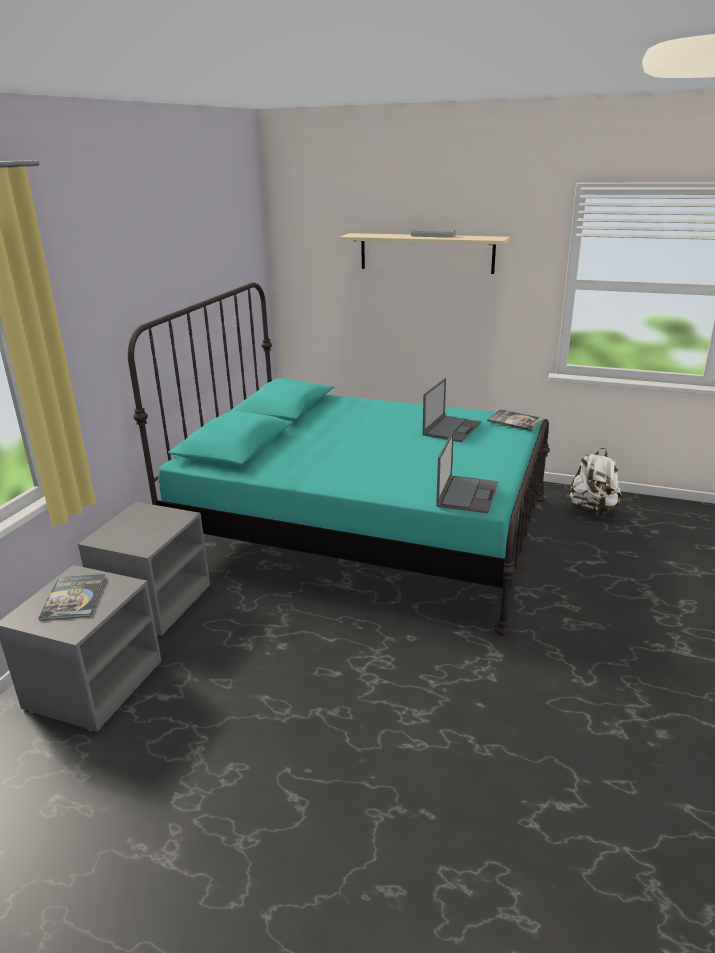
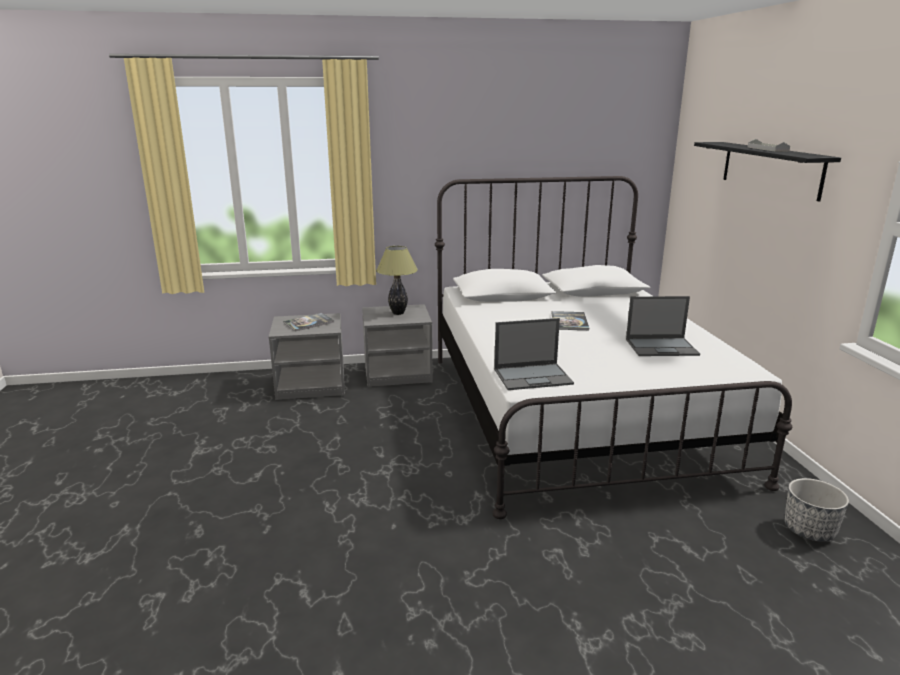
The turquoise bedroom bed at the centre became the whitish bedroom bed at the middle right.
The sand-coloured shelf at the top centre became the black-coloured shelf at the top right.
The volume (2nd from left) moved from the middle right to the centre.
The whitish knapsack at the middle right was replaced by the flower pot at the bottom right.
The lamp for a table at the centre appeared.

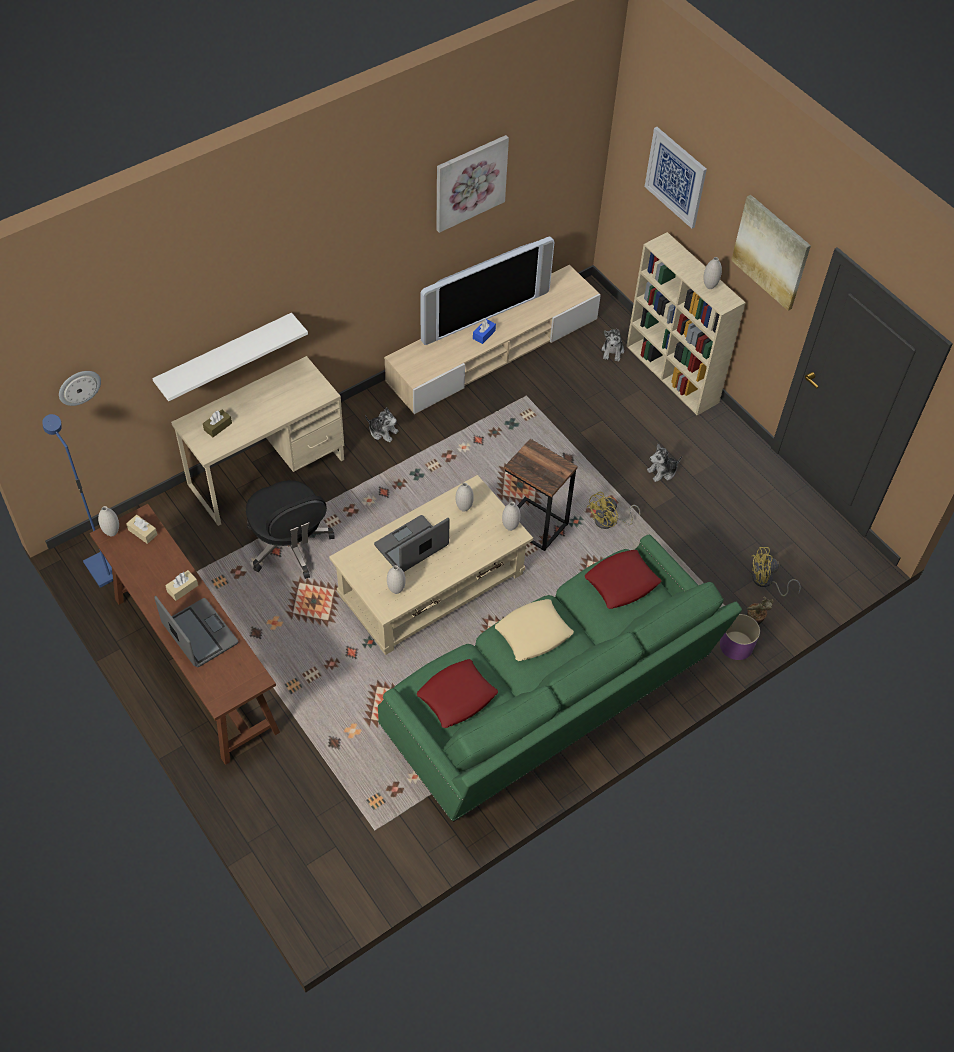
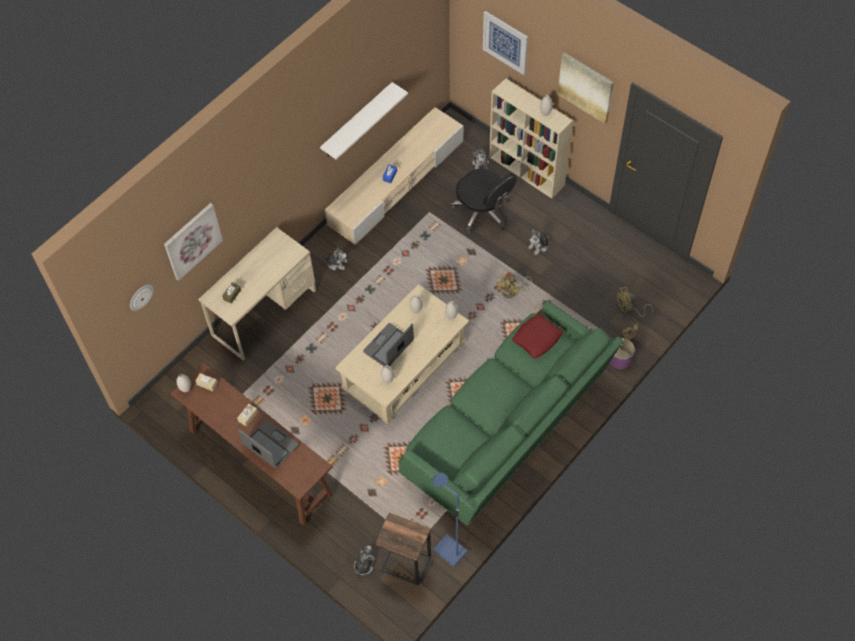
The blue-coloured standing lamp moved from the middle left to the bottom centre.
The whitish shelf moved from the middle left to the top centre.
The black-coloured office chair moved from the middle left to the top centre.
The red throw pillow (1st from left) at the centre disappeared.
The TV at the top centre disappeared.
The wall art (1st from left) moved from the top centre to the middle left.
The sand-coloured throw pillow at the centre disappeared.
The end table moved from the centre to the bottom centre.
The soft toy (2nd from left) at the bottom centre appeared.

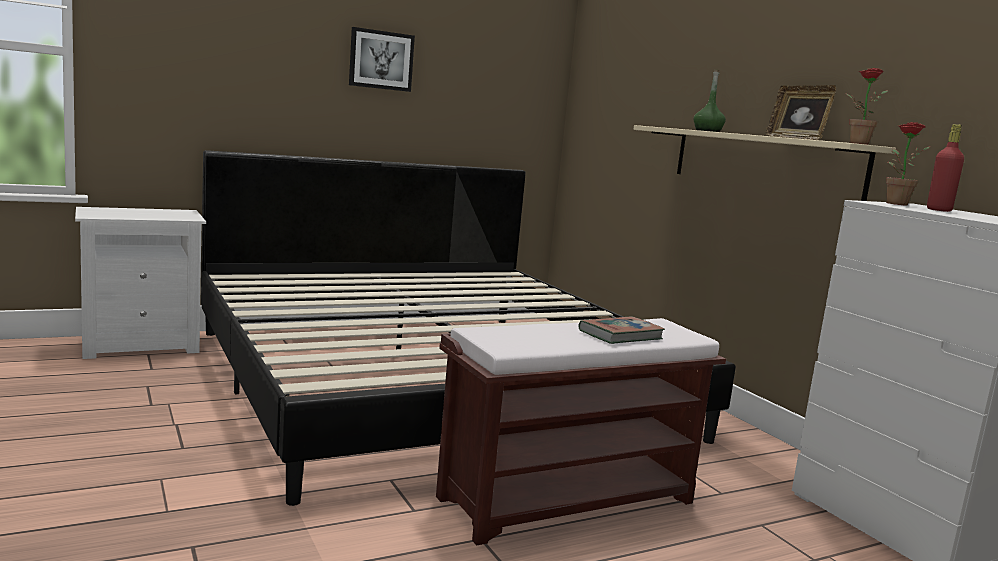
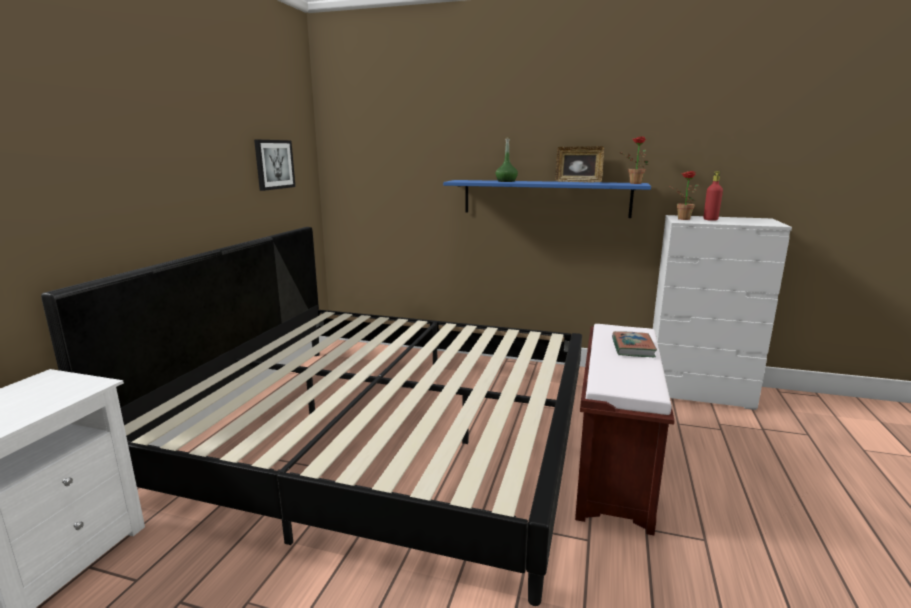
The wall art moved from the top centre to the top left.
The sand-coloured shelf at the top right became the blue-coloured shelf at the top centre.

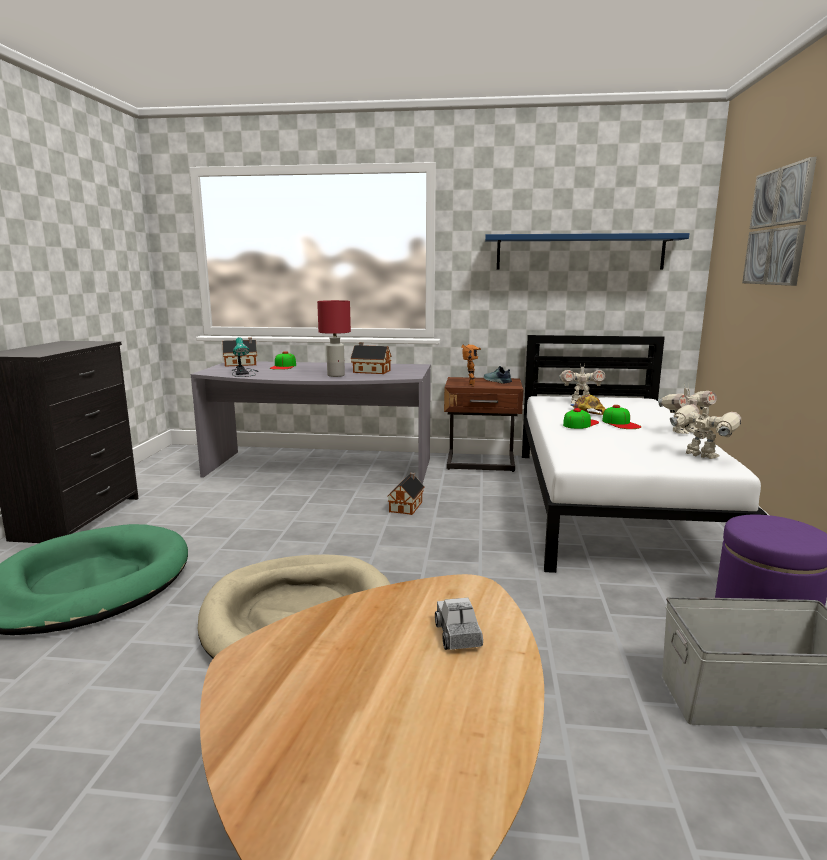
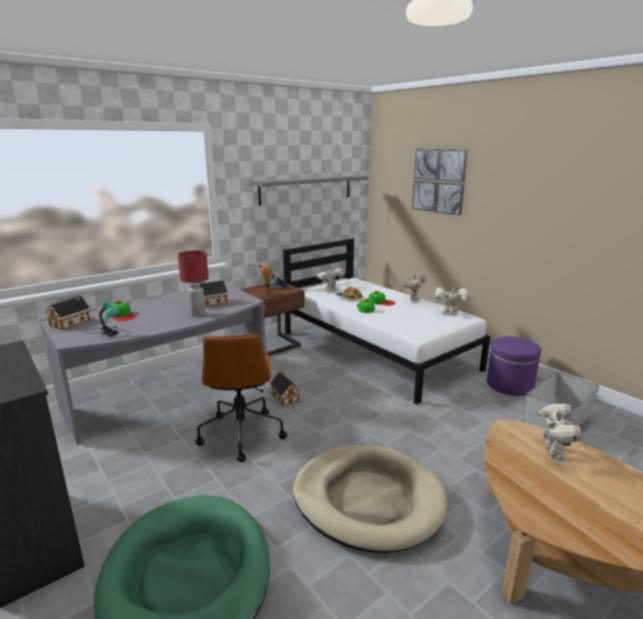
The toy lorry at the bottom centre was replaced by the toy robot (5th from left) at the bottom right.
The blue-coloured shelf at the top right became the grey shelf at the top centre.
The brownish office chair at the centre appeared.

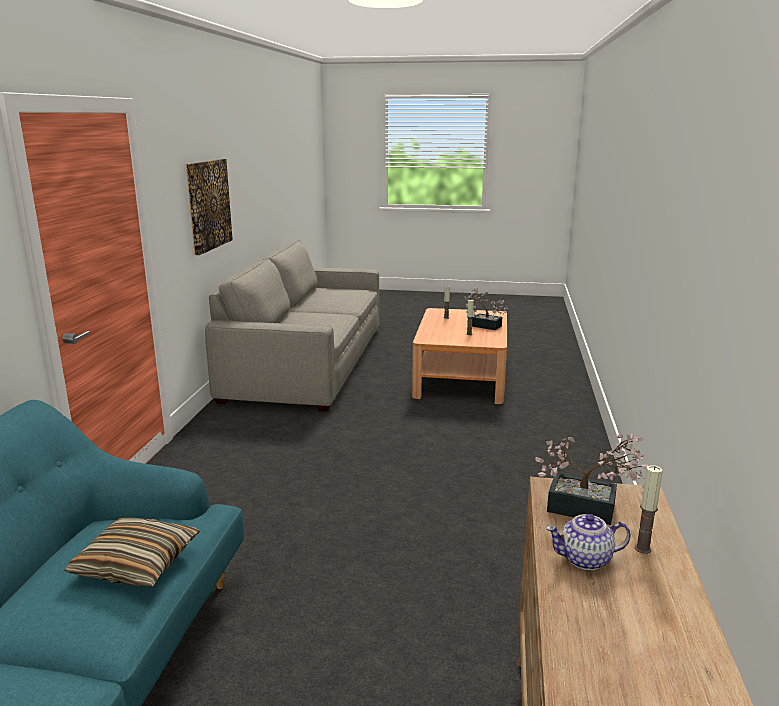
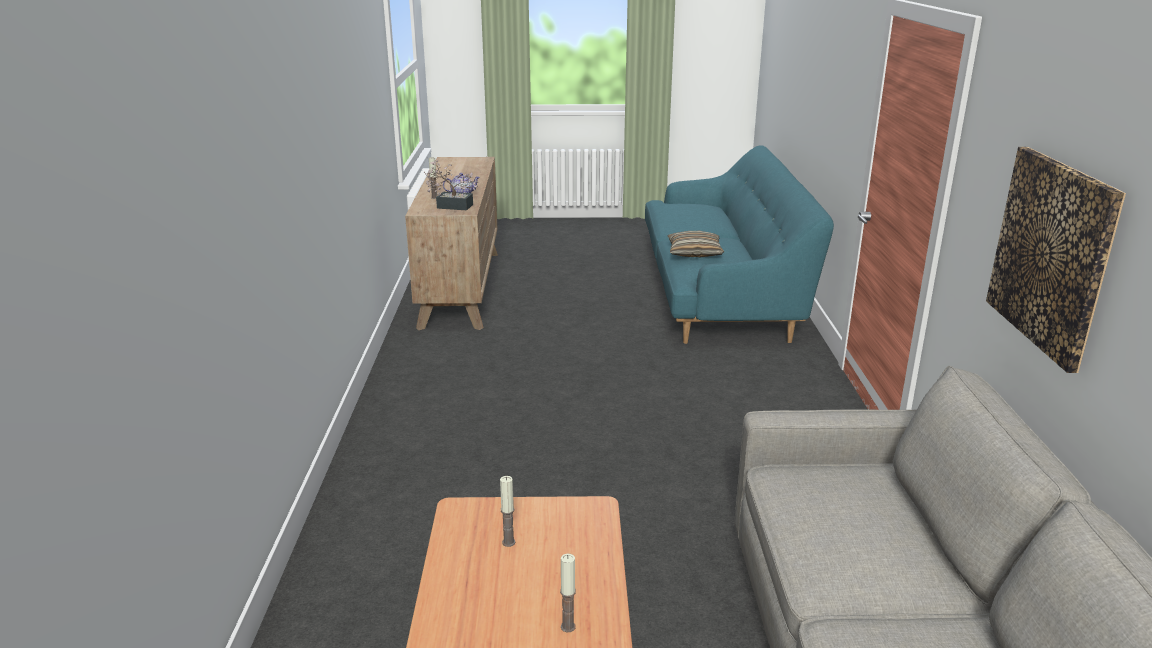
The houseplant (1st from left) at the centre disappeared.

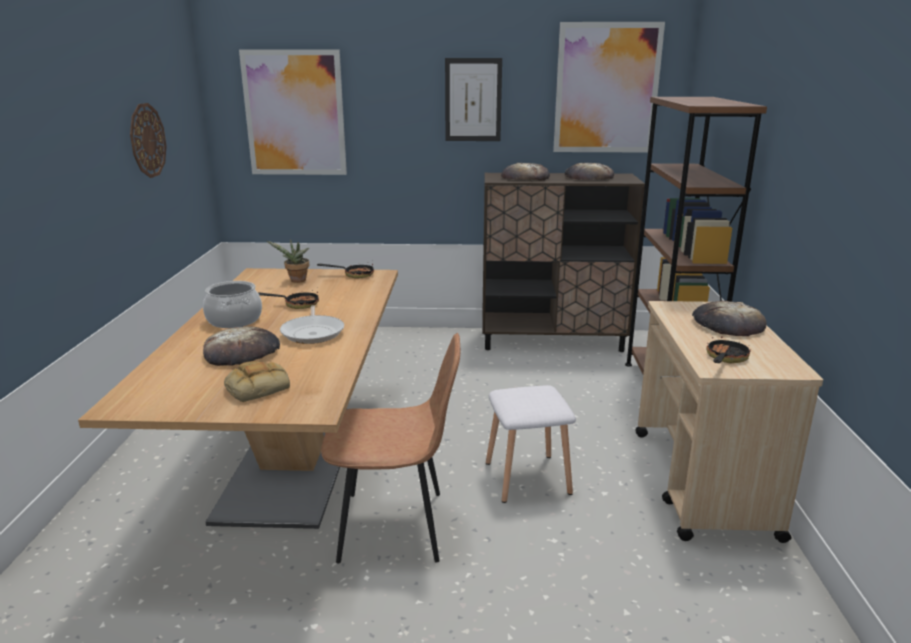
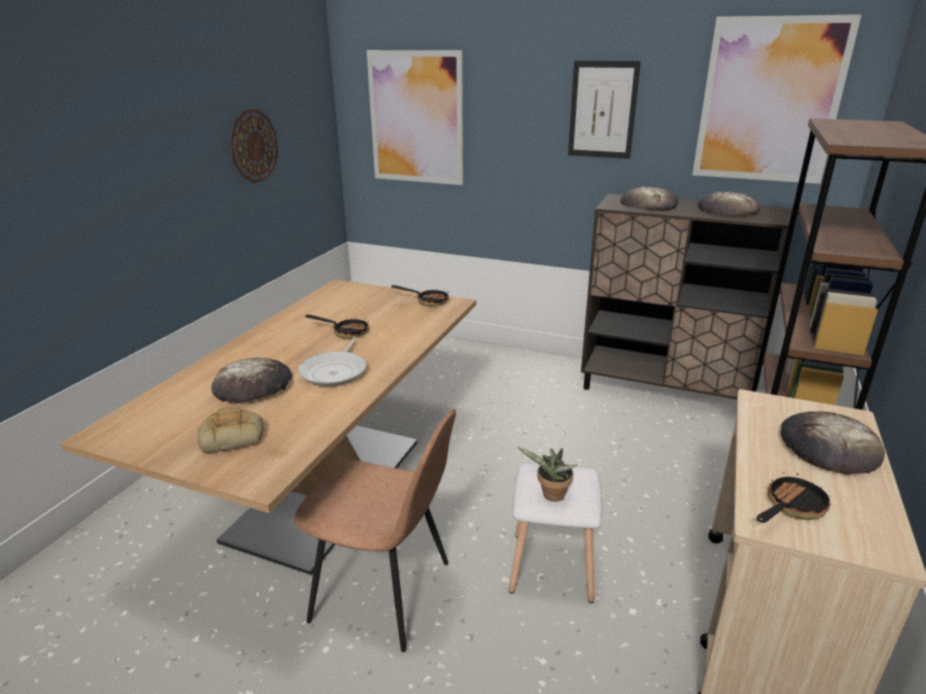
The cooking pot at the middle left disappeared.
The houseplant moved from the middle left to the bottom centre.

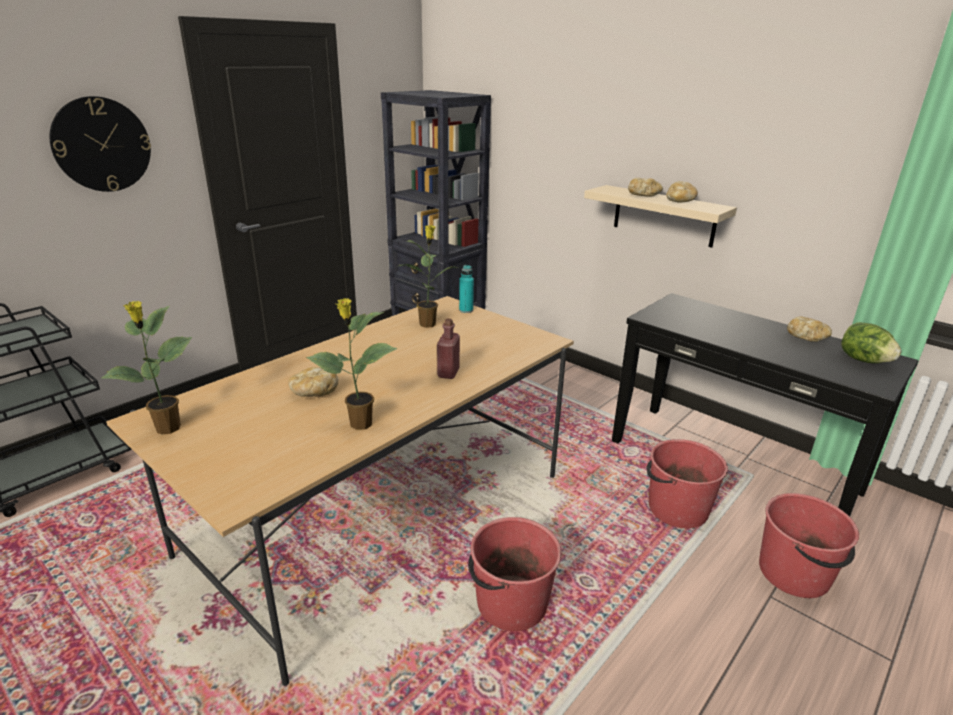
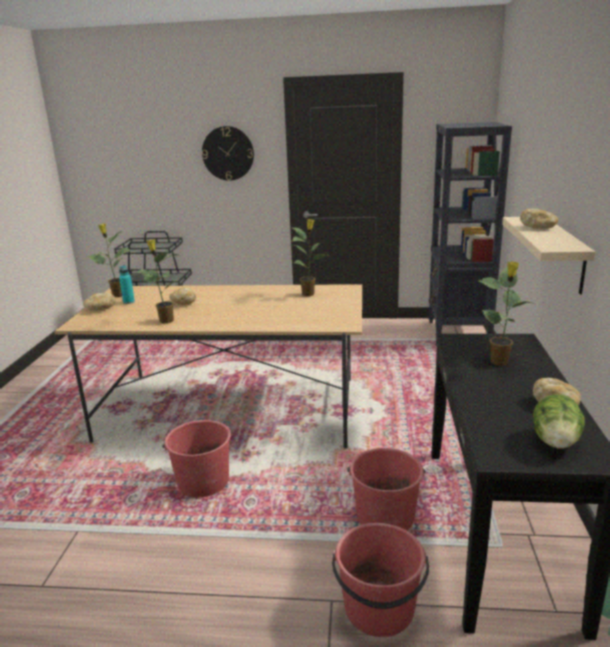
The red drink bottle at the centre disappeared.
The turquoise drink bottle moved from the centre to the middle left.
The bakery bread (3rd from left in the first image) moved from the top right to the middle left.
The houseplant (4th from left) at the middle right appeared.

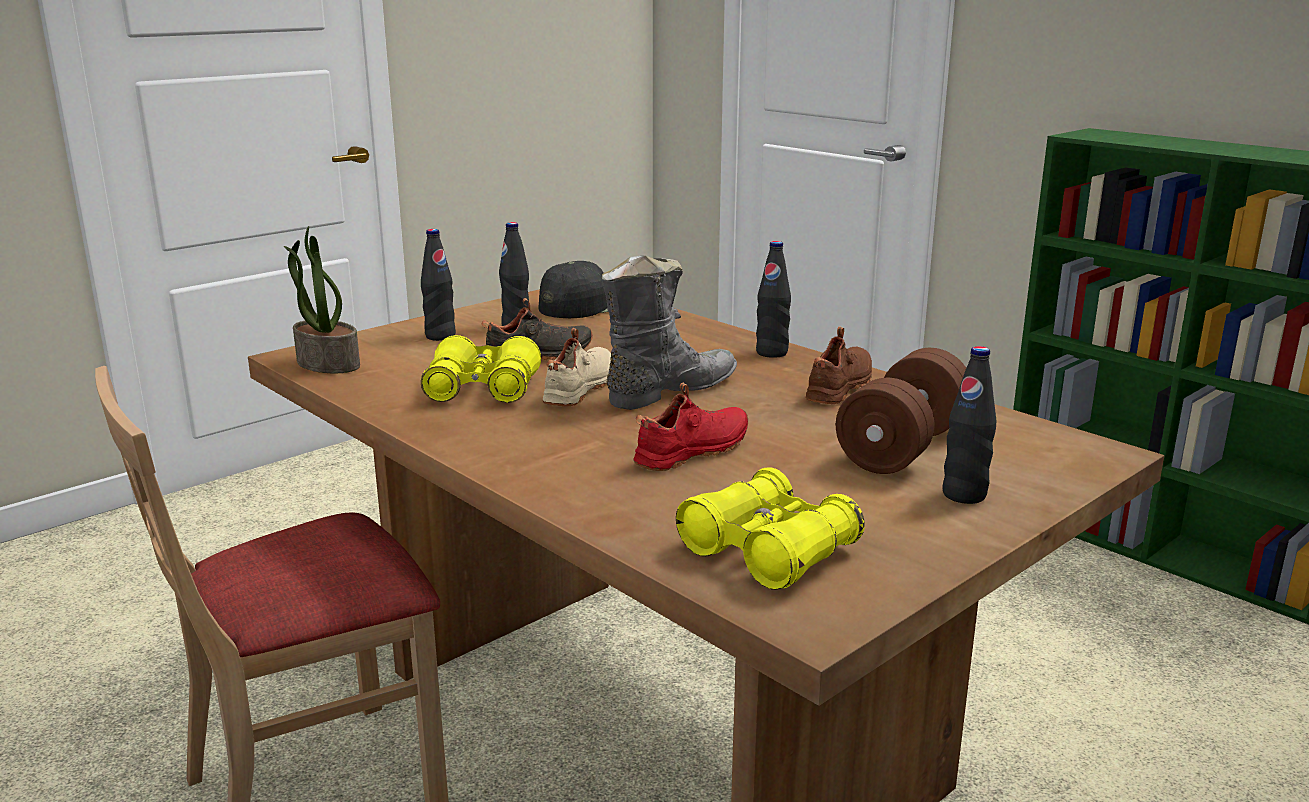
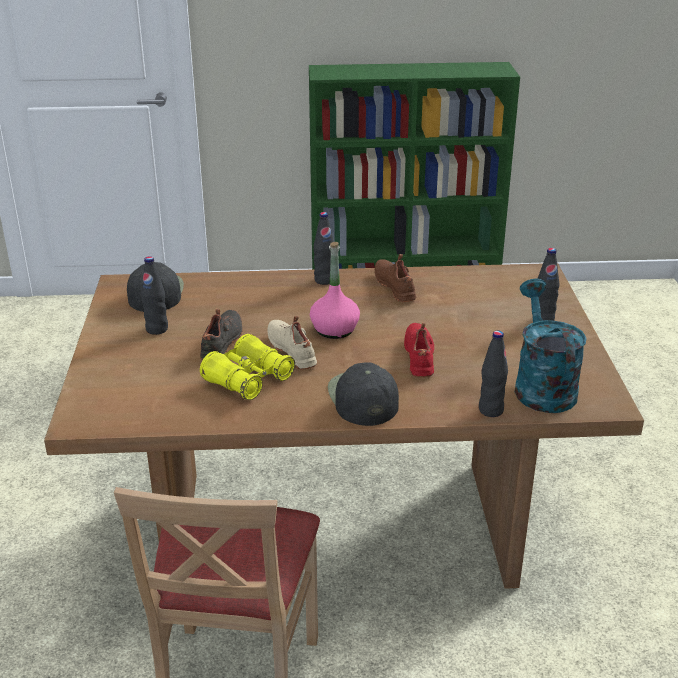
The houseplant at the middle left disappeared.
The black-coloured drink bottle (1st from left in the first image) moved from the centre to the middle right.
The grey high-top boot at the centre was replaced by the pinkish drink bottle at the centre.
The yellow-coloured binoculars (2nd from left) at the centre was replaced by the turquoise watering can at the middle right.
The brownish free weight at the middle right disappeared.
The black-coloured baseball cap (2nd from left) at the centre appeared.

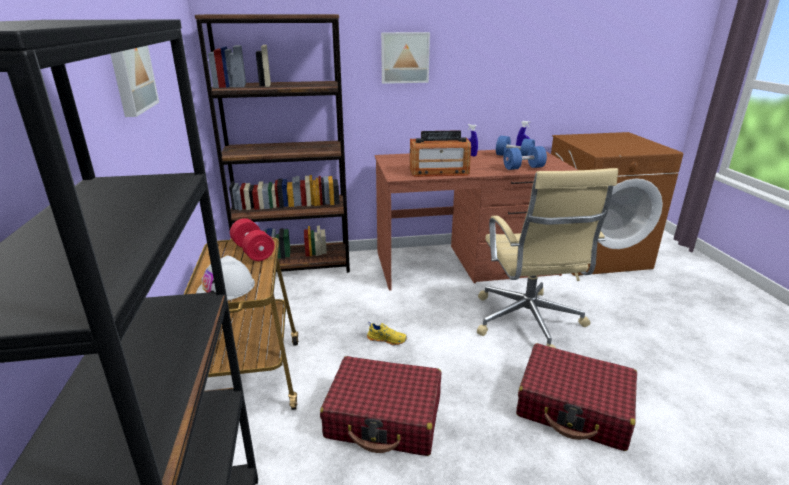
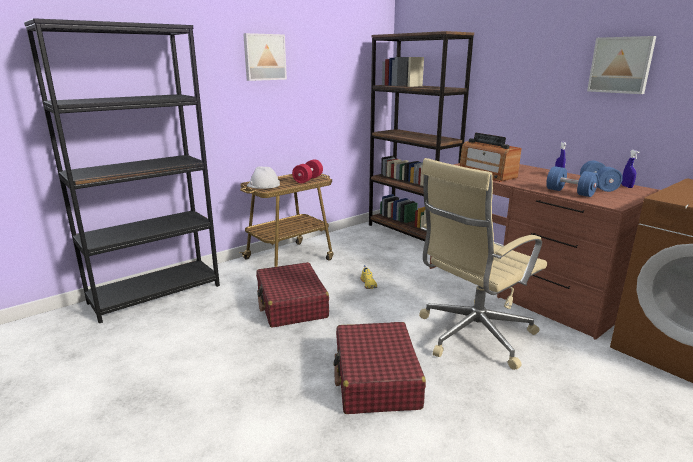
The wall art (2nd from left) moved from the top centre to the top right.

